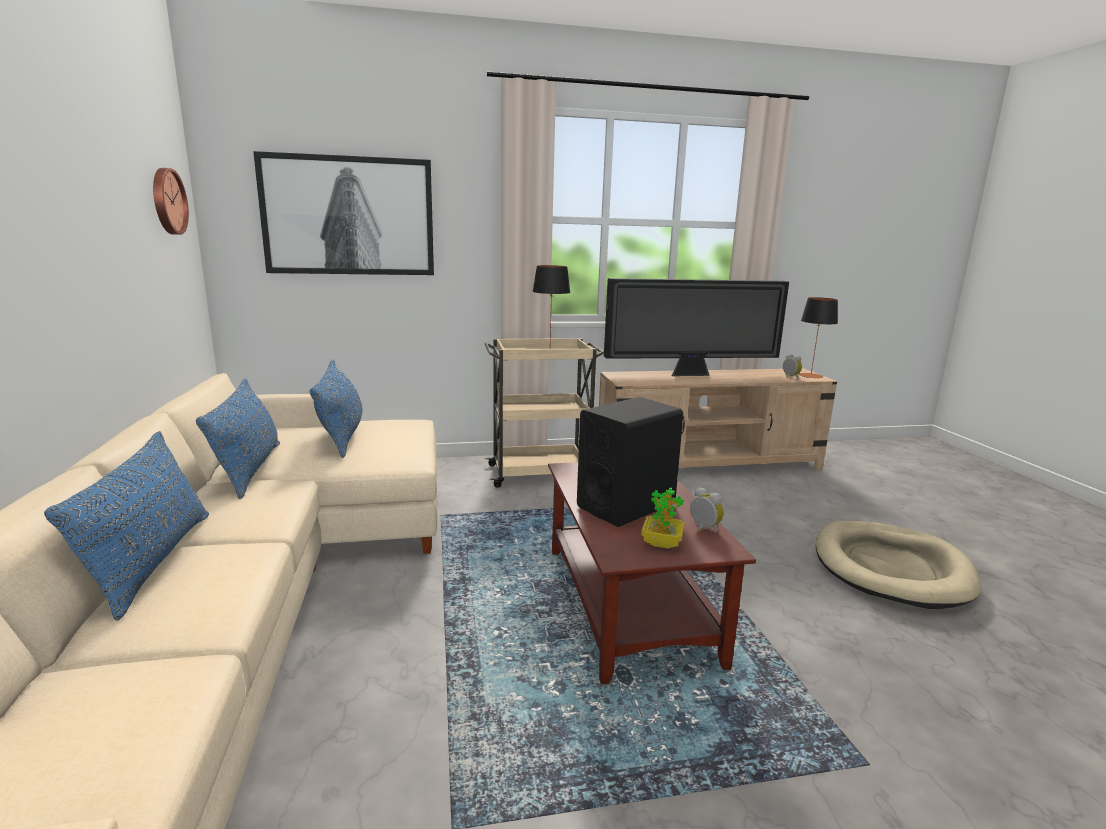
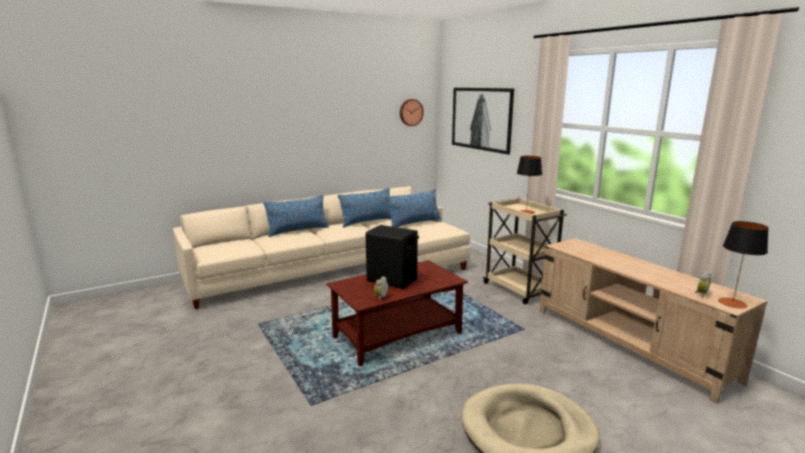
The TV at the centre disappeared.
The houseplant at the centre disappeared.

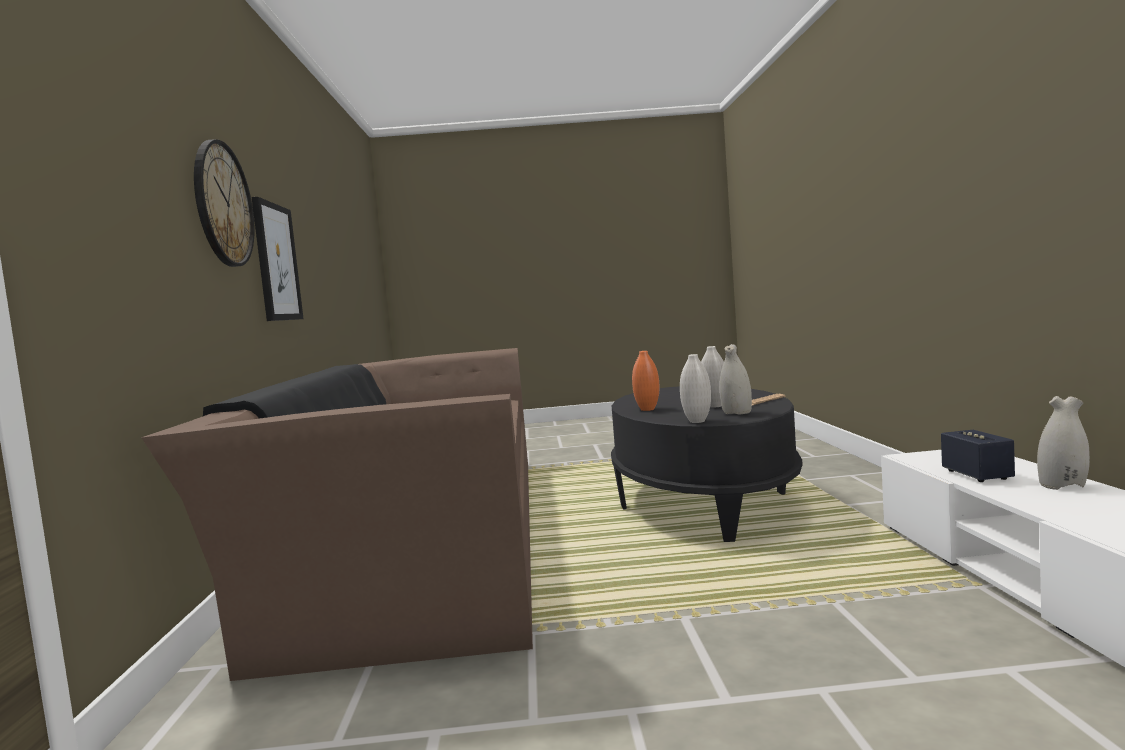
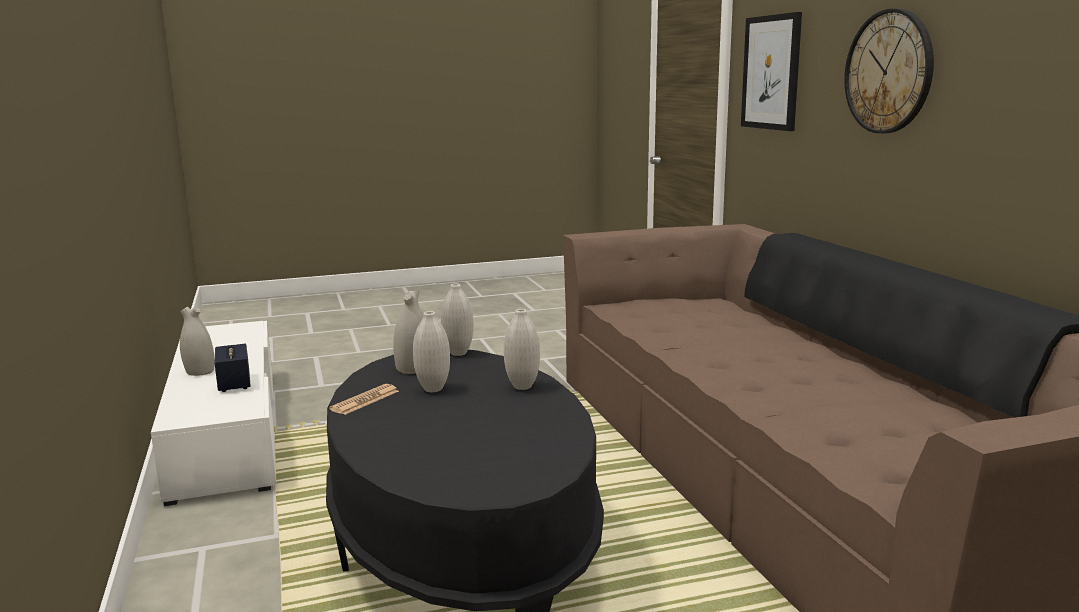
The wall art moved from the middle left to the top right.
The orange vase at the centre became the whitish vase (5th from left) at the centre.

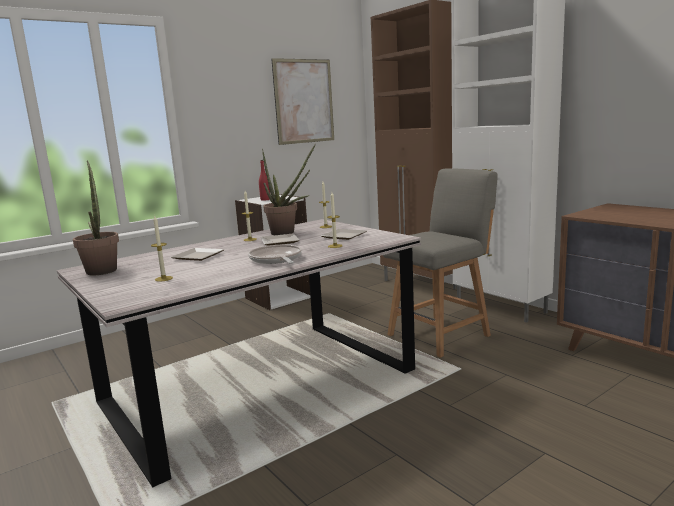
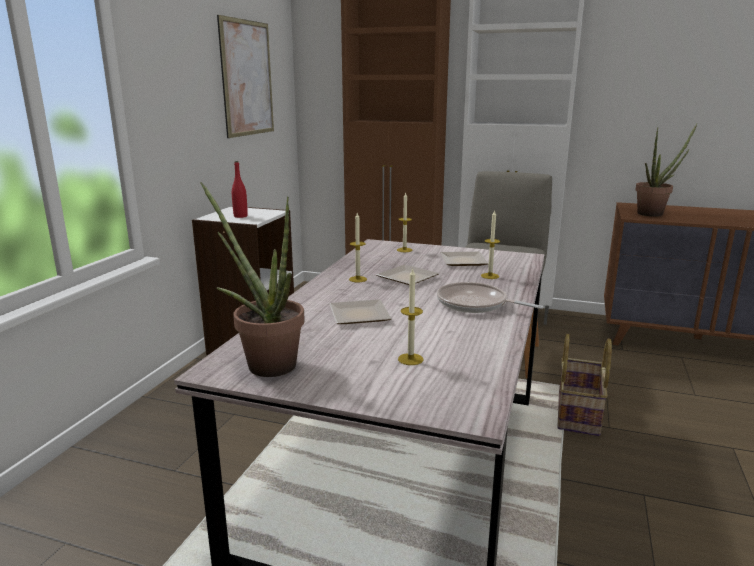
The houseplant (2nd from left) moved from the centre to the top right.
The household basket at the bottom right appeared.

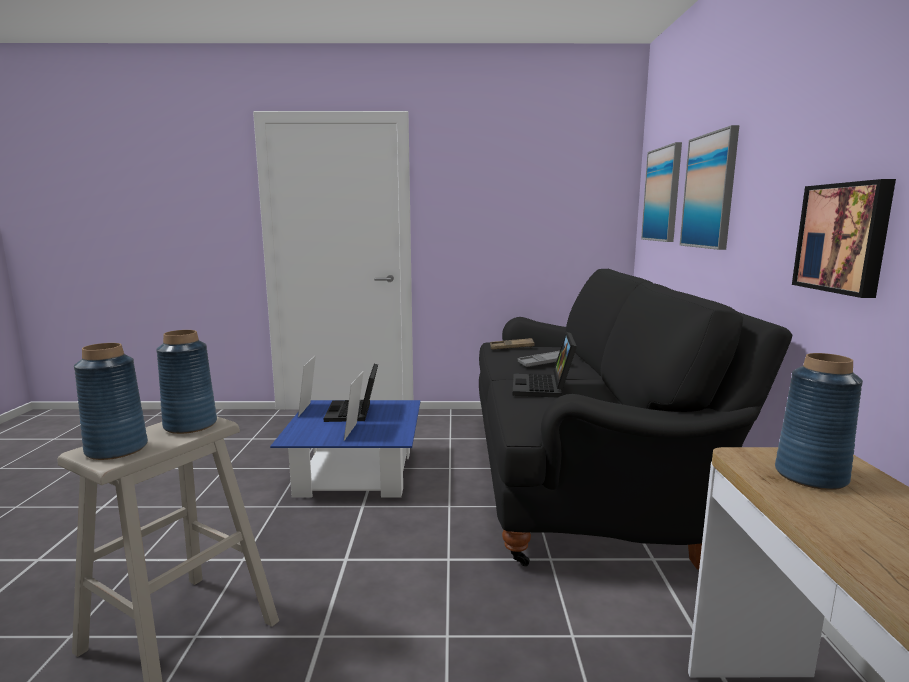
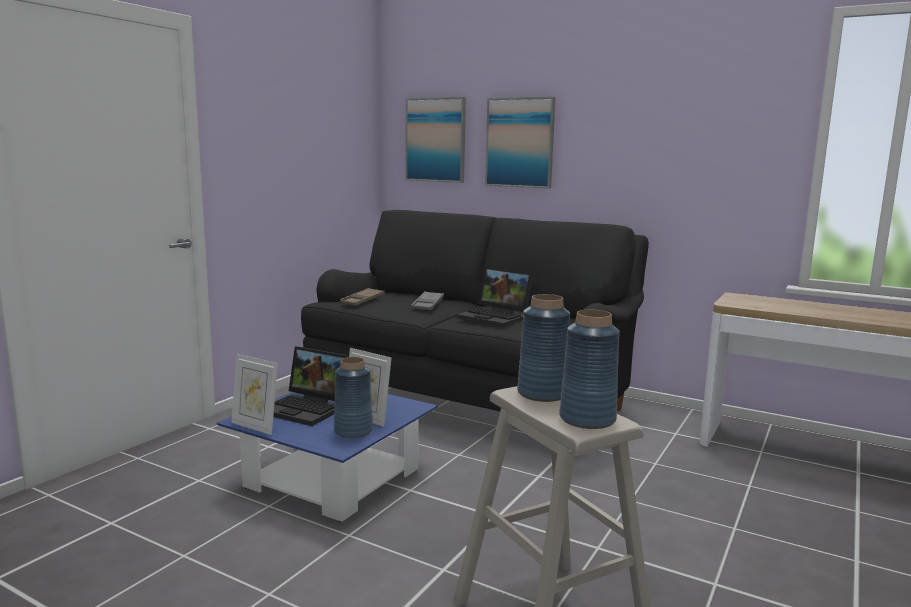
The blue-coloured vase (3rd from left in the first image) moved from the middle right to the centre.
The wall art (3rd from left) at the middle right disappeared.

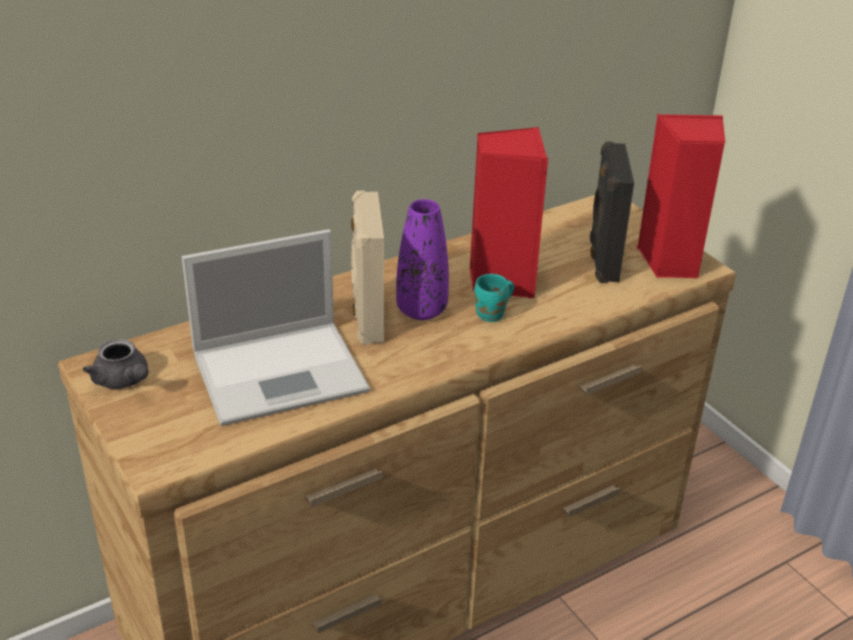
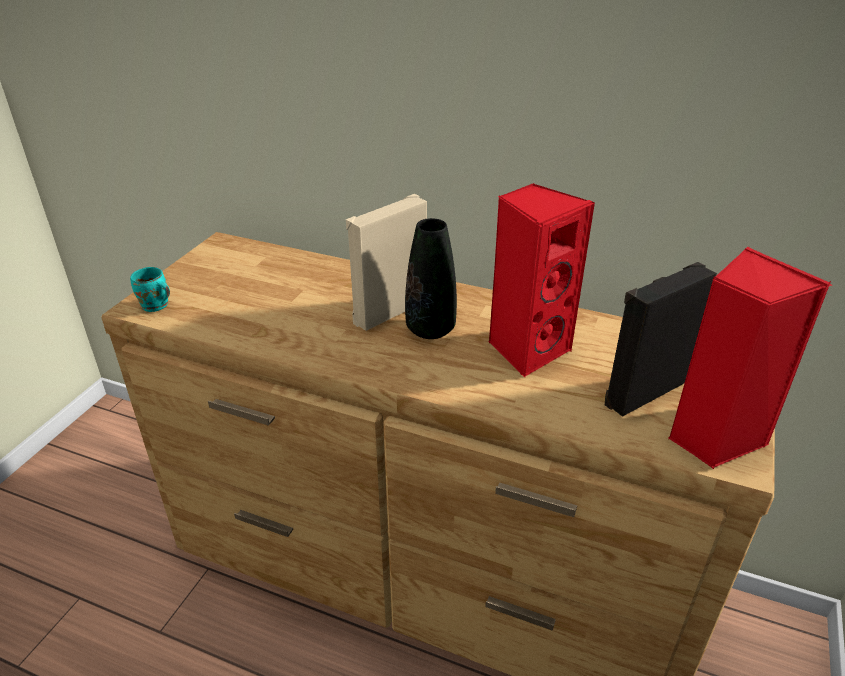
The grey tea pot at the middle left disappeared.
The notebook computer at the middle left disappeared.
The purplish vase at the centre became the black-coloured vase at the centre.
The turquoise tea mug moved from the centre to the middle left.

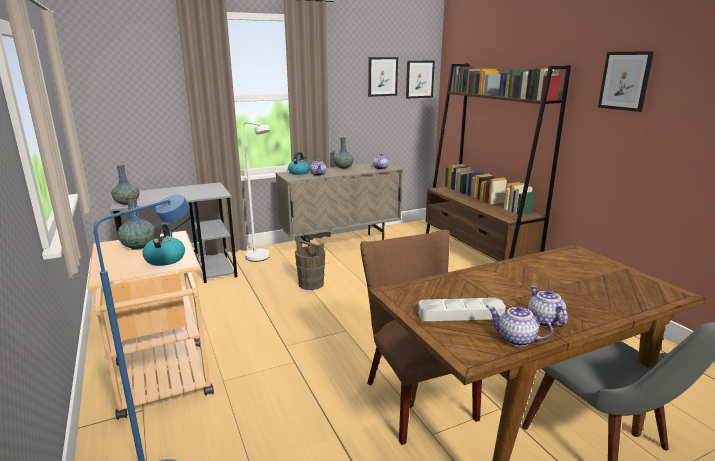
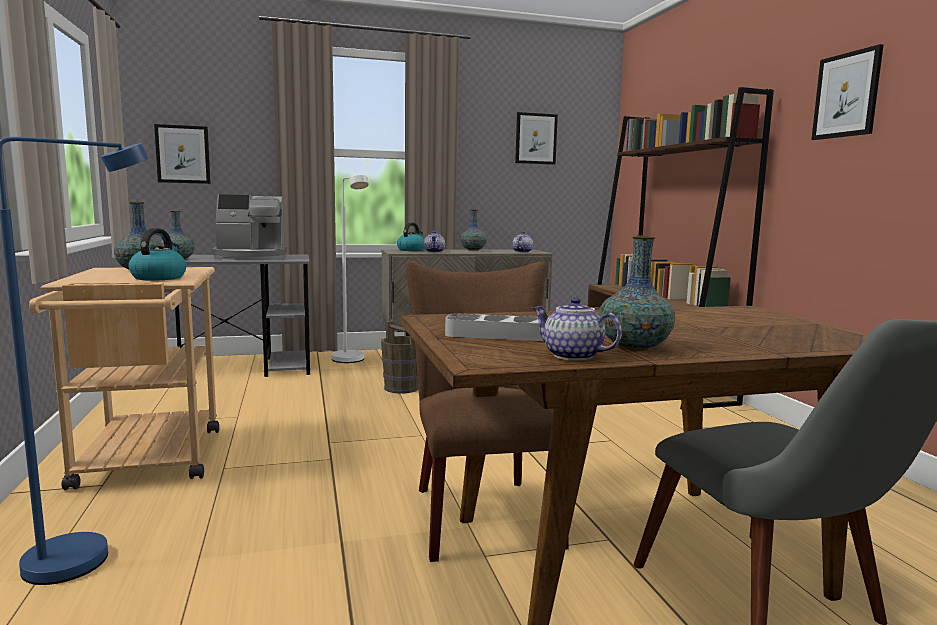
The wall art (2nd from left in the first image) moved from the top centre to the top left.
The tea pot (4th from left) at the middle right was replaced by the vase (4th from left) at the middle right.
The coffee machine at the middle left appeared.

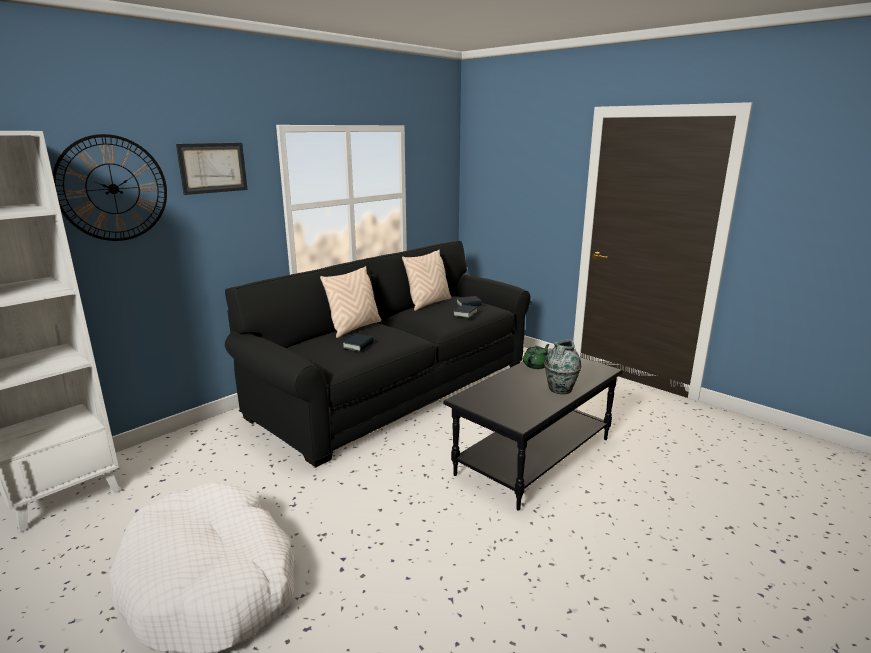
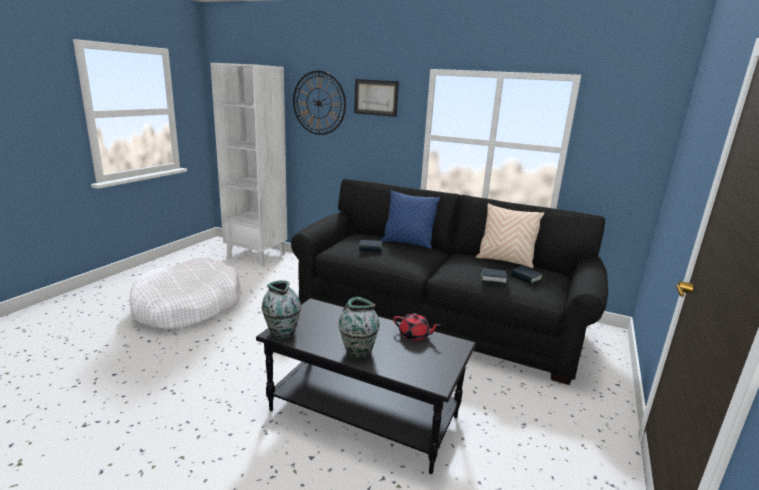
The sand-coloured throw pillow (1st from left) at the centre became the blue-coloured throw pillow at the centre.
The green-coloured tea pot at the centre became the red tea pot at the bottom centre.
The vase (1st from left) at the centre appeared.

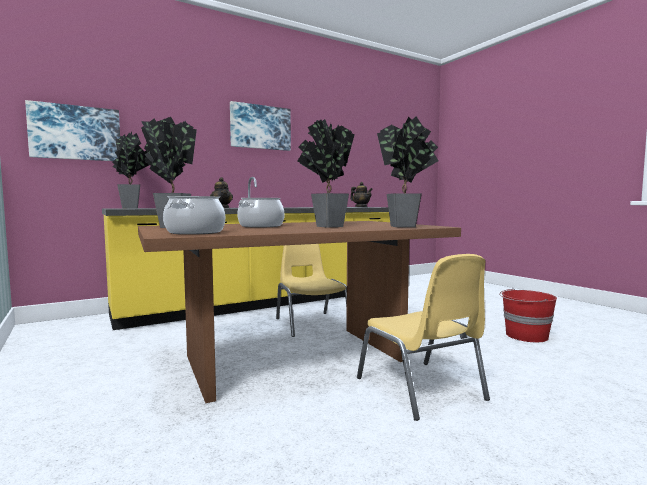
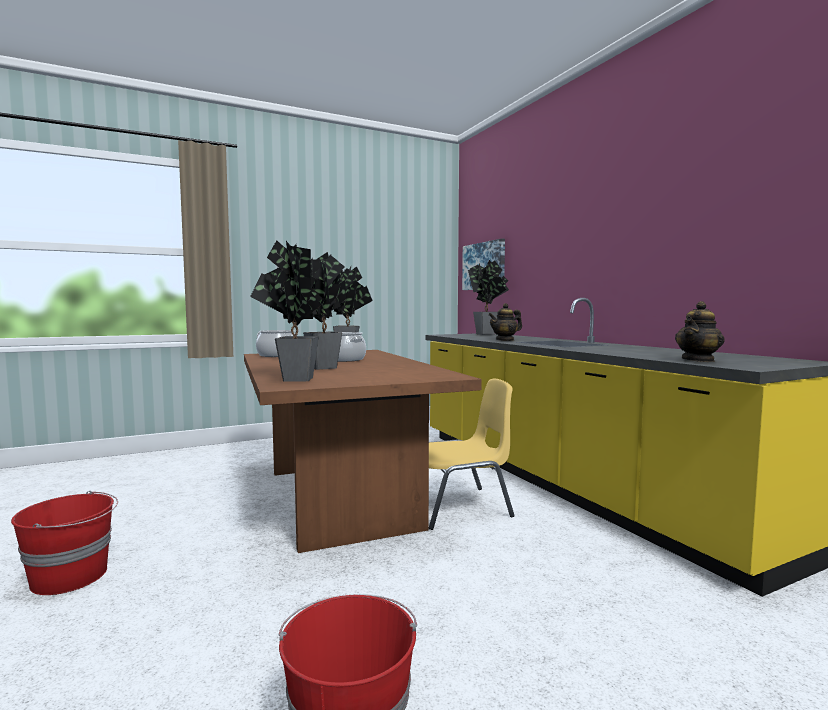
The wall art (2nd from left) at the top centre disappeared.
The yellow-coloured plain chair (2nd from left) at the bottom centre disappeared.
The red pail (1st from left) at the bottom left appeared.

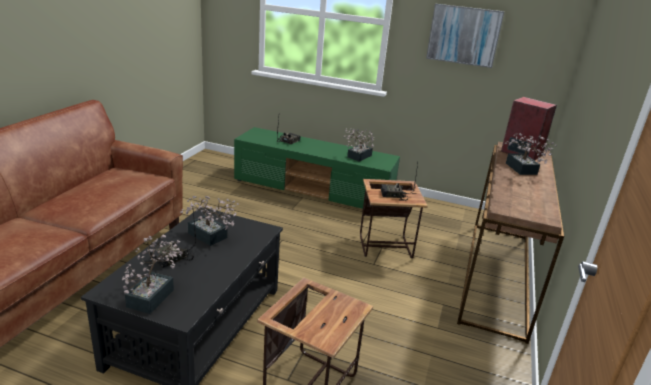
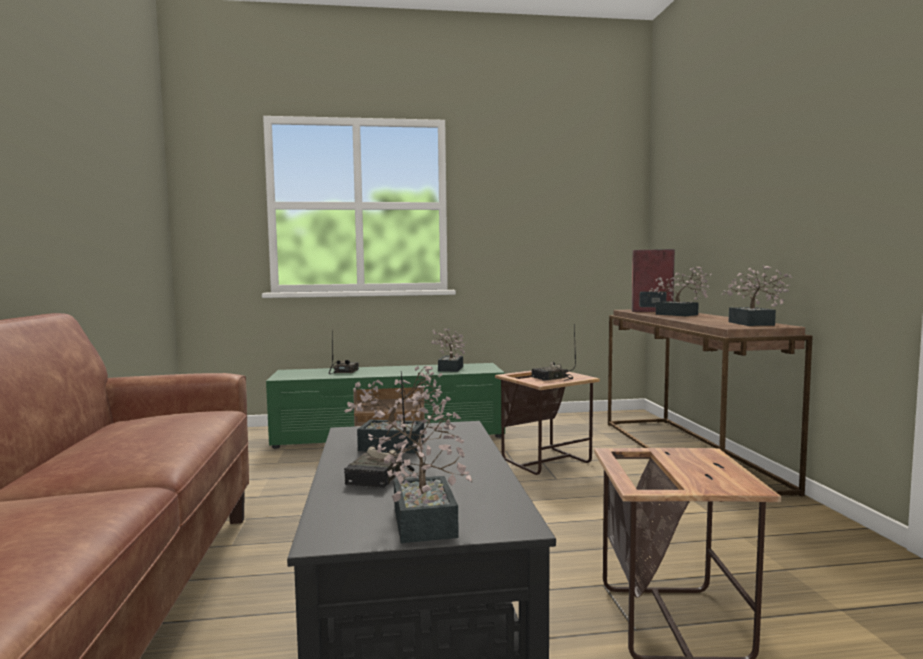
The wall art at the top right disappeared.
The houseplant (5th from left) at the middle right appeared.

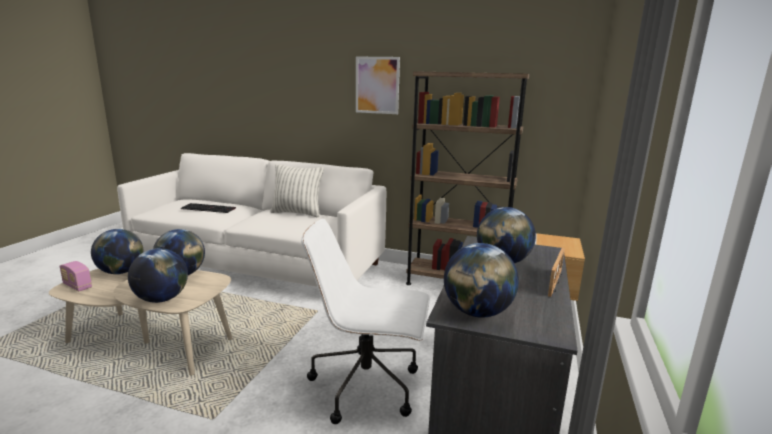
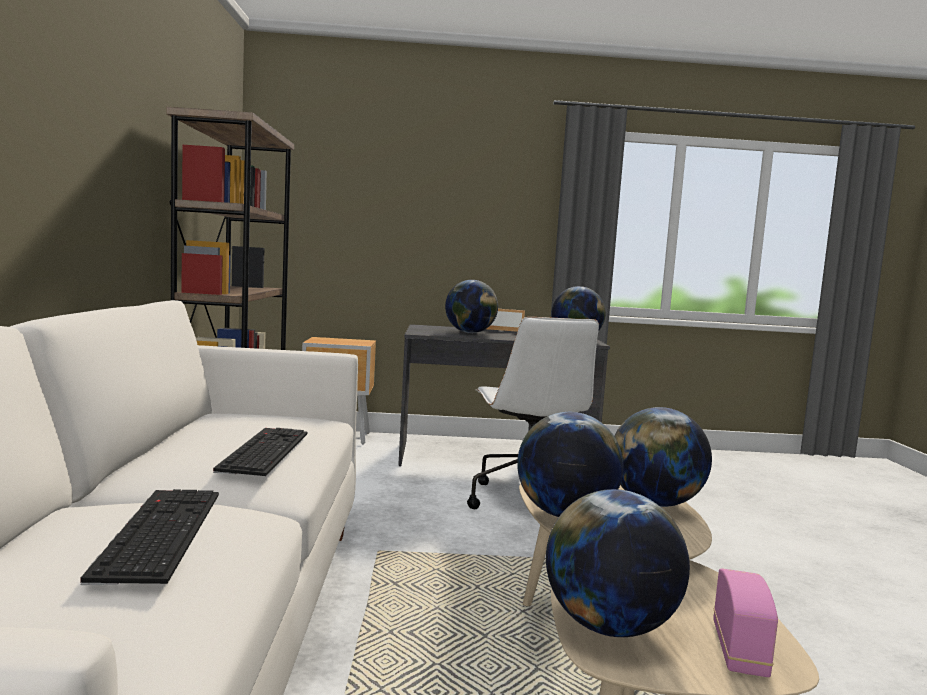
The throw pillow at the centre disappeared.
The wall art at the top centre disappeared.
The computer keyboard (2nd from left) at the middle left appeared.

